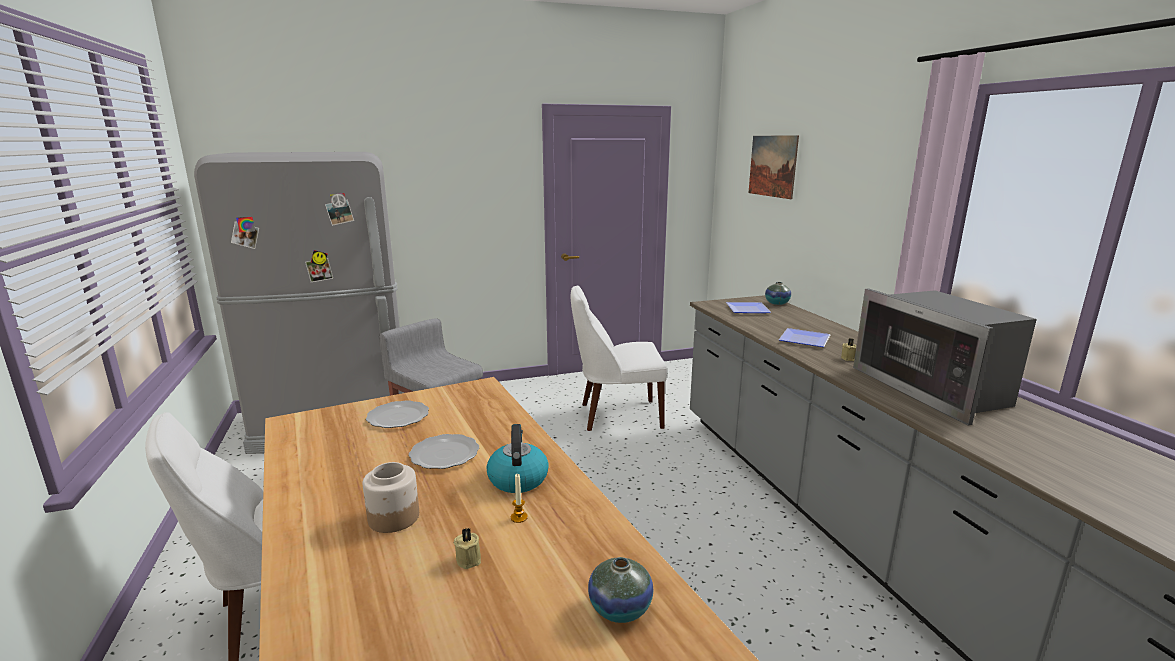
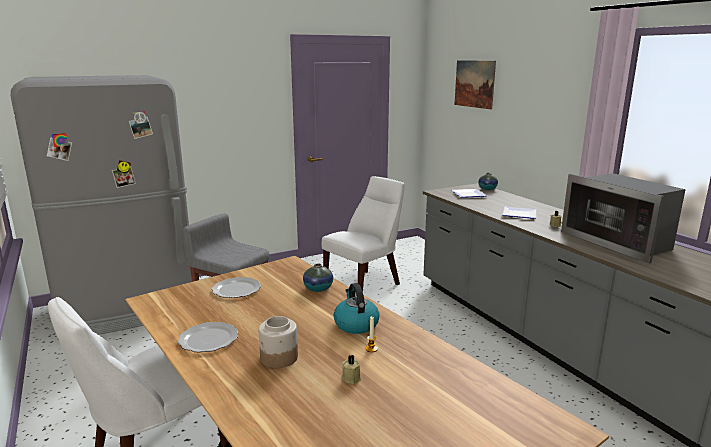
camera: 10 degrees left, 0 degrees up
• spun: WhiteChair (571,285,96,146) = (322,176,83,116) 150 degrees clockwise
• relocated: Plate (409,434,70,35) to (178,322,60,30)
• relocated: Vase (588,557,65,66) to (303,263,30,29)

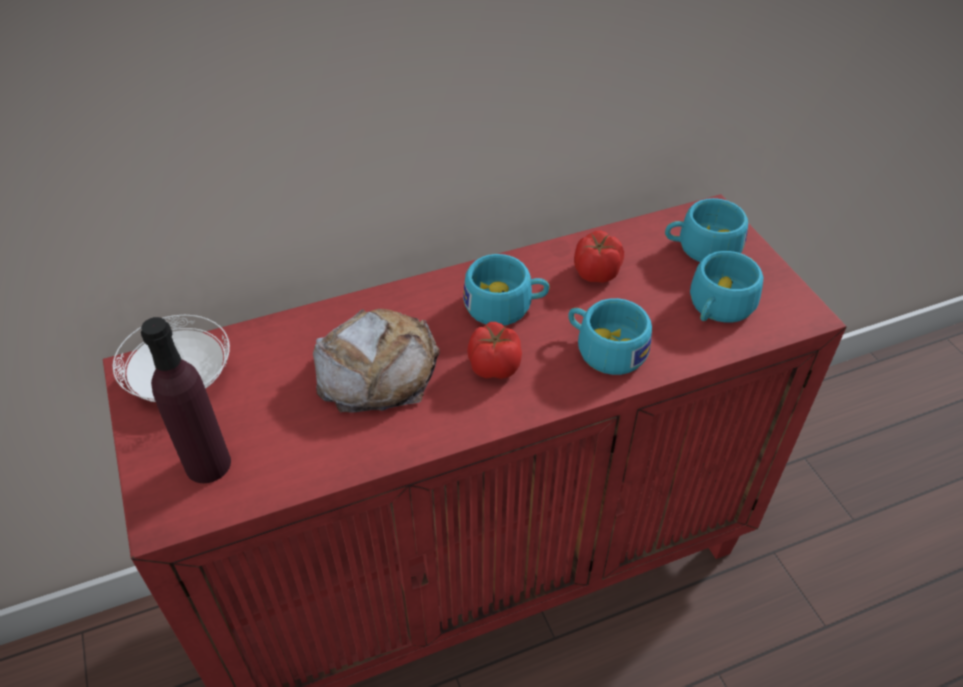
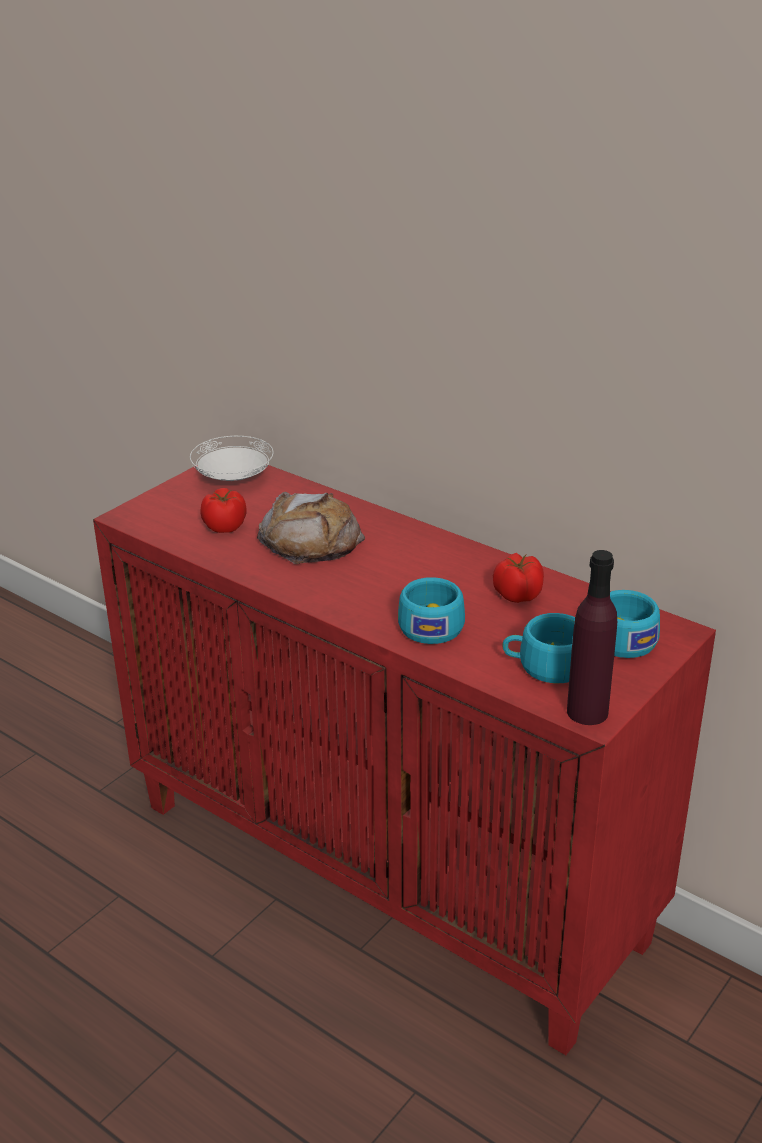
camera: 60 degrees right, 15 degrees down
• missing: TurquoiseCup (463,254,86,72)
• relocated: PurpleBottle (141,317,90,166) to (567,550,50,175)
• relocated: Tomato (467,322,55,57) to (200,488,46,45)

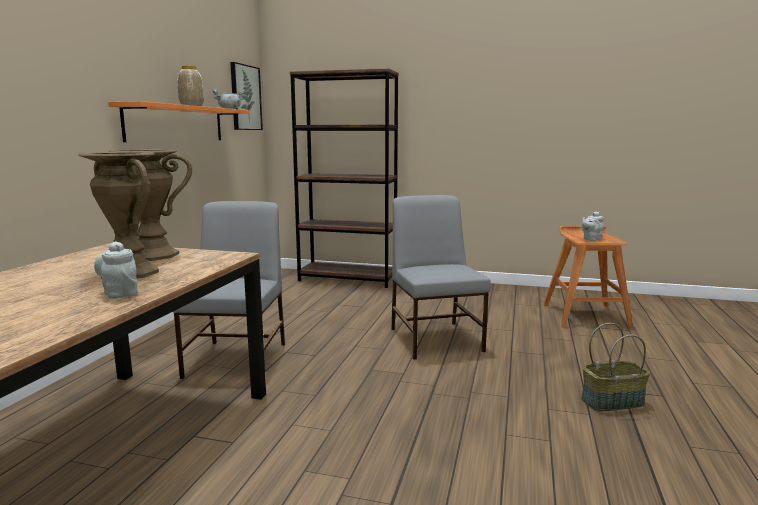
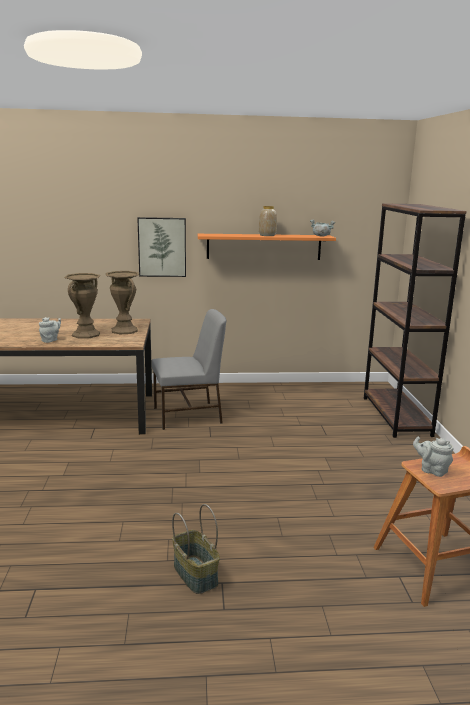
camera: 70 degrees right, 5 degrees up
• relocated: Picture (230,62,33,68) to (137,217,49,60)
• missing: GreyChair (391,195,100,164)

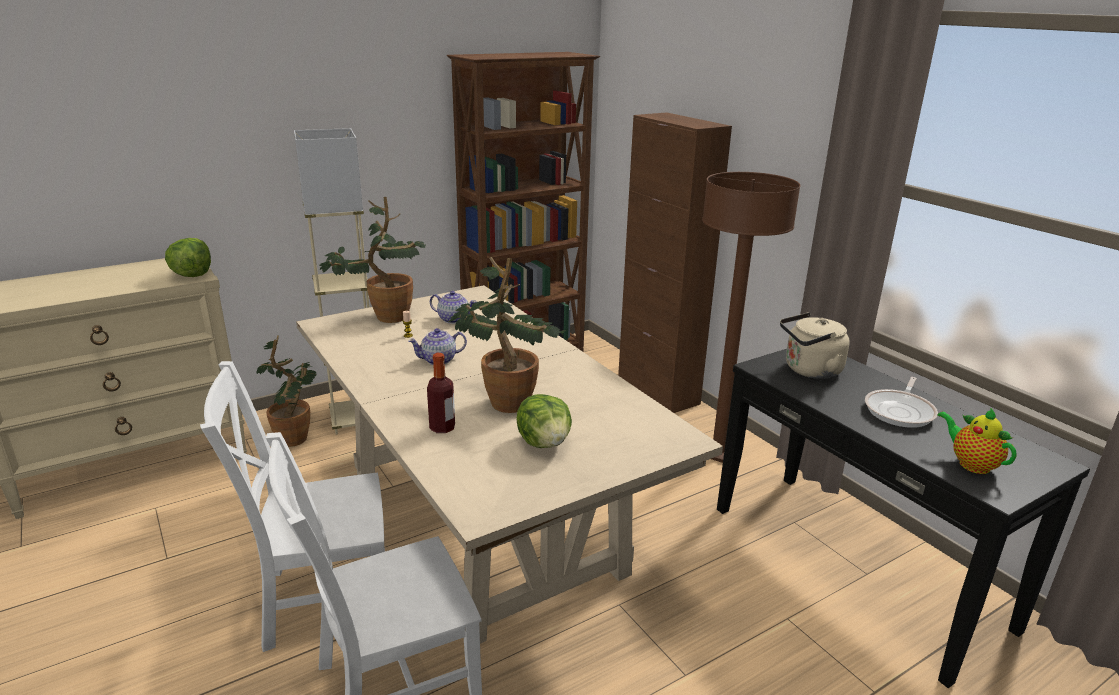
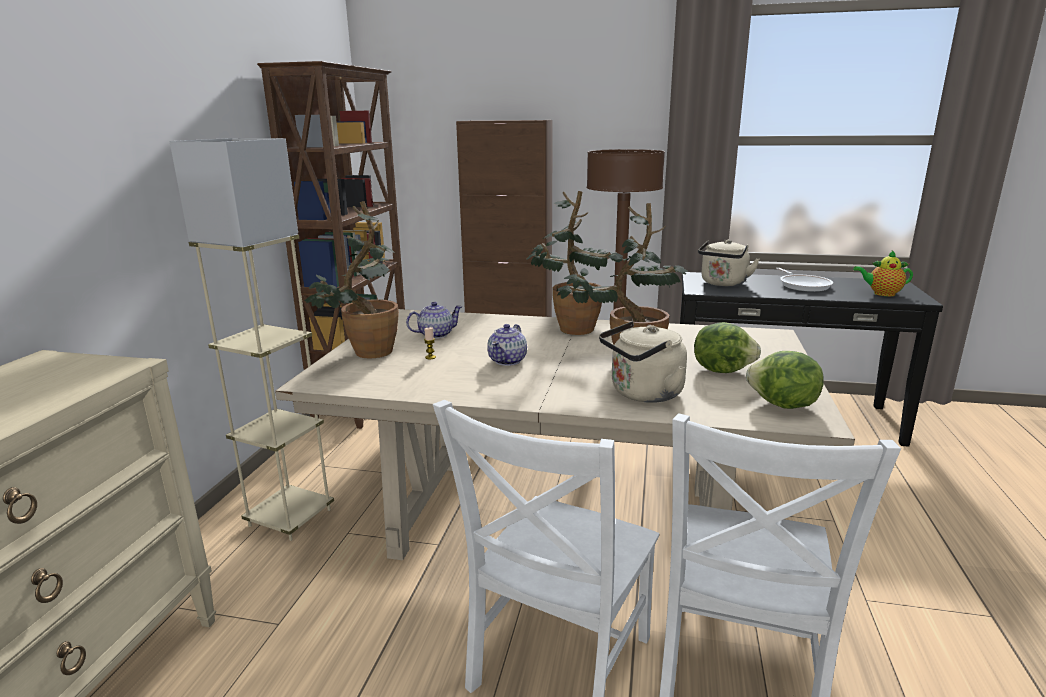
camera: 45 degrees left, 5 degrees down
• relocated: Lettuce (165,238,46,39) to (746,351,78,58)
• relocated: PottedPlant (256,335,61,112) to (527,191,103,144)
• exchanged: Bottle (427,353,28,80) to BeigeKettle (599,321,88,82)

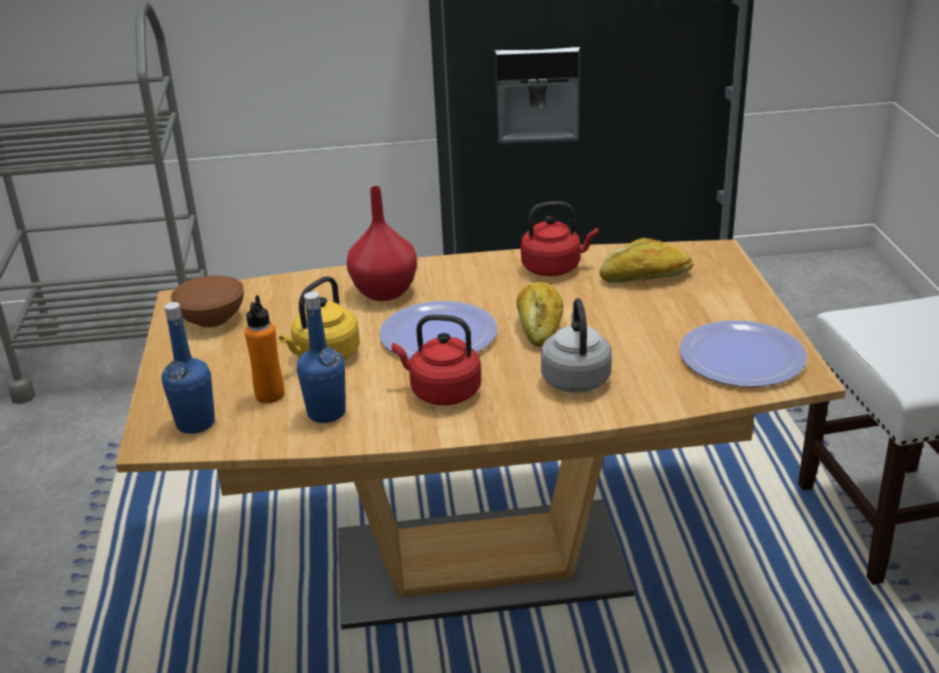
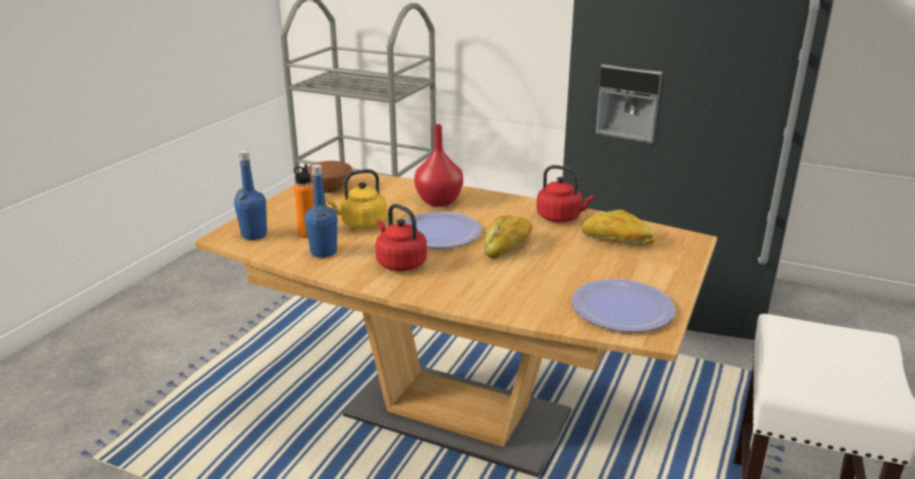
camera: 30 degrees right, 5 degrees down
• missing: GreyKettle (541,298,71,95)

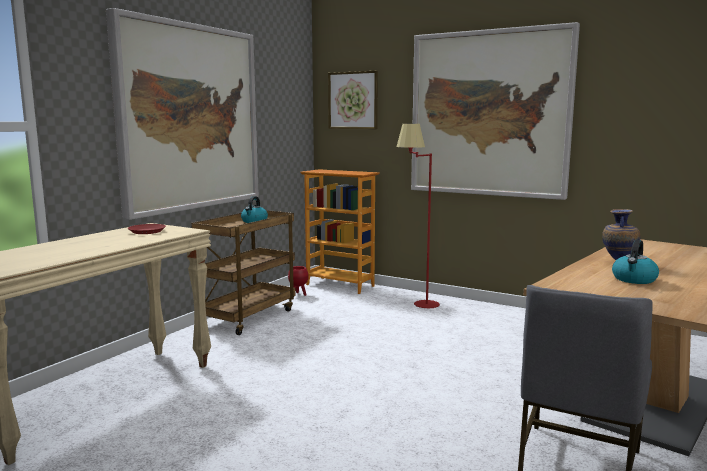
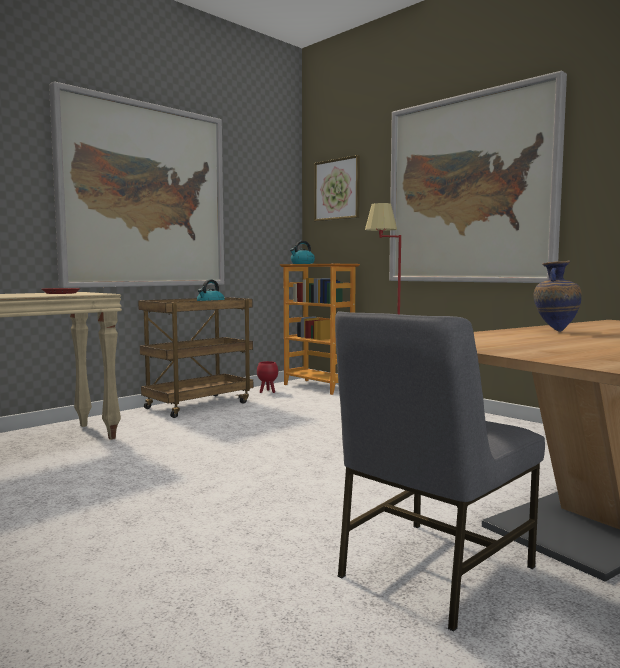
camera: 15 degrees right, 5 degrees down
• relocated: Kettle (612,240,47,44) to (290,241,25,23)

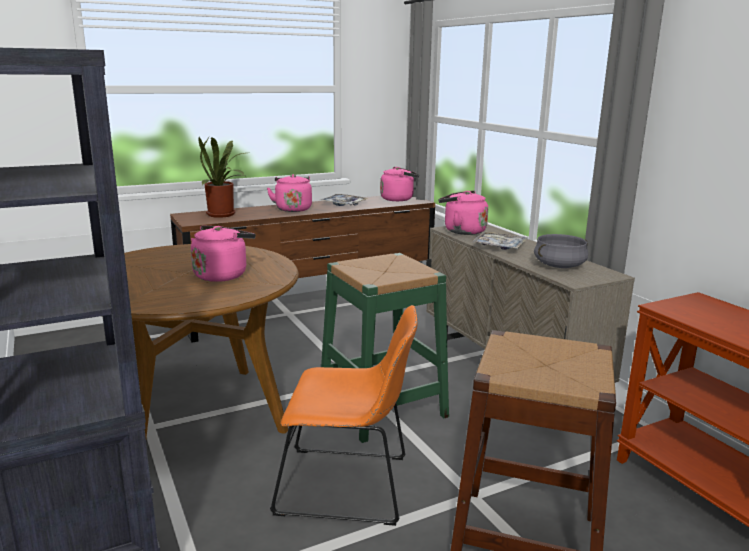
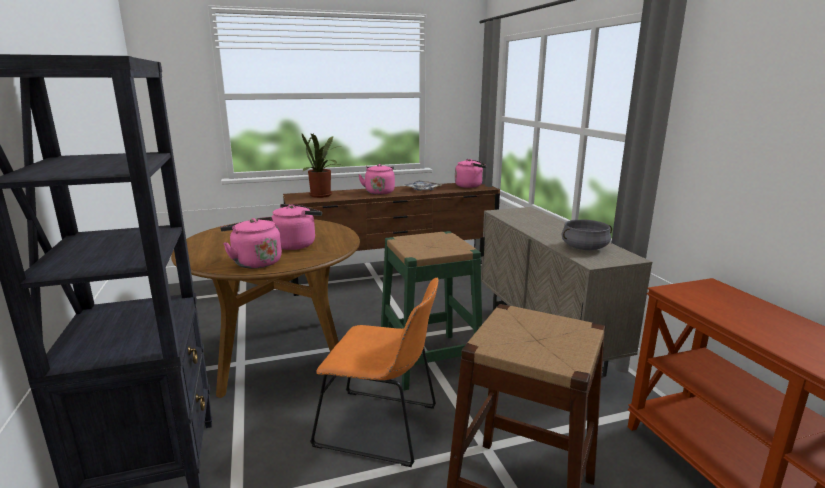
camera: 10 degrees right, 0 degrees up
• relocated: PinkKettle (438,190,50,45) to (220,217,62,52)
• missing: Tray (471,231,57,19)

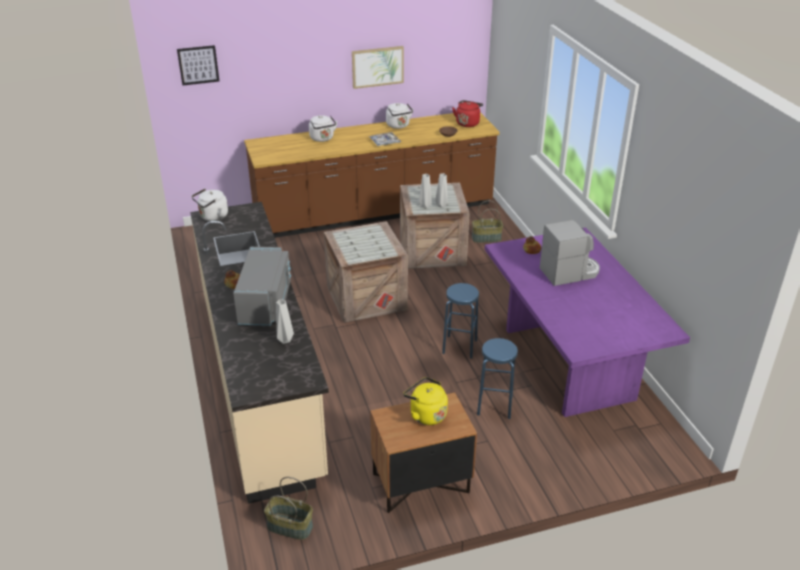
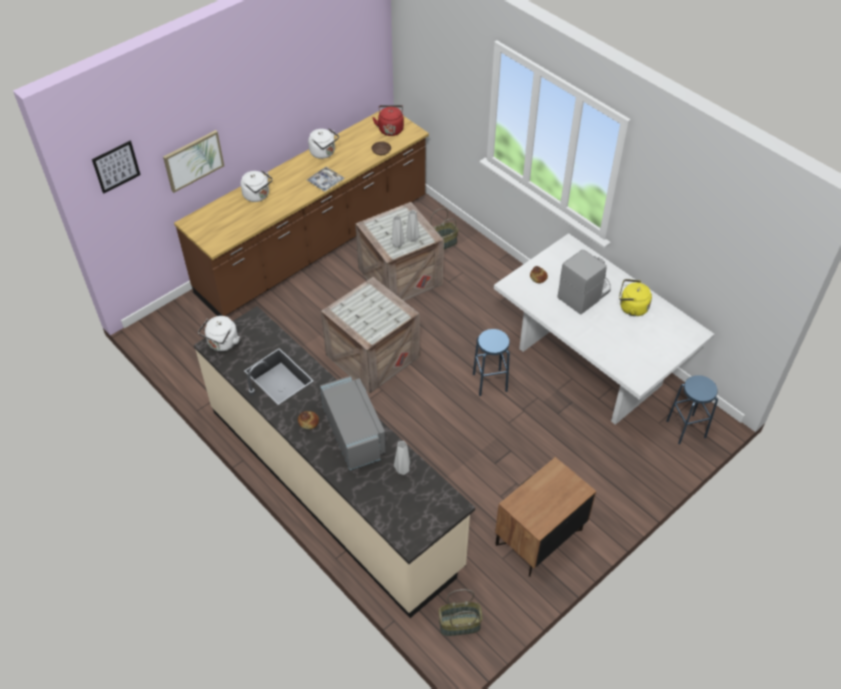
camera: 25 degrees left, 15 degrees up
• relocated: Picture (352,46,52,43) to (163,130,61,63)
• colour: PurpleDiningTable (485,228,205,189) to WhiteDiningTable (494,233,220,192)
• relocated: BlueStool (477,338,41,81) to (666,375,52,69)
• relocated: YellowKettle (403,377,45,48) to (619,279,33,37)

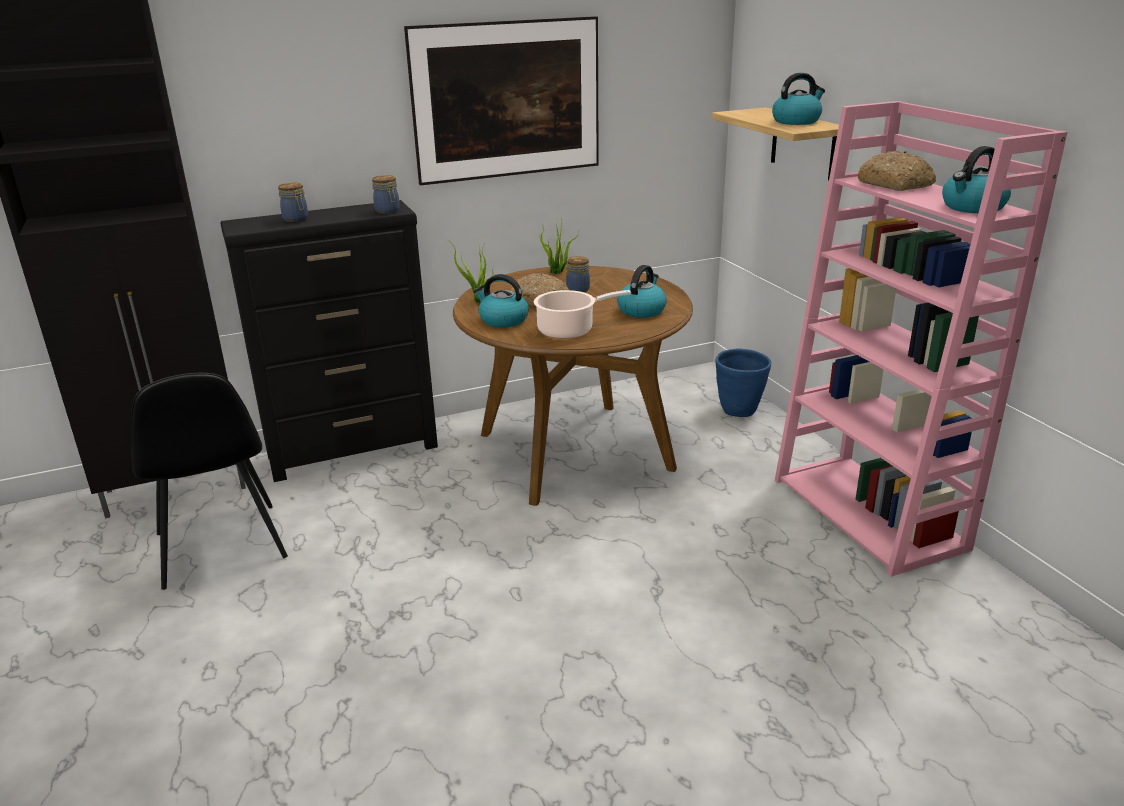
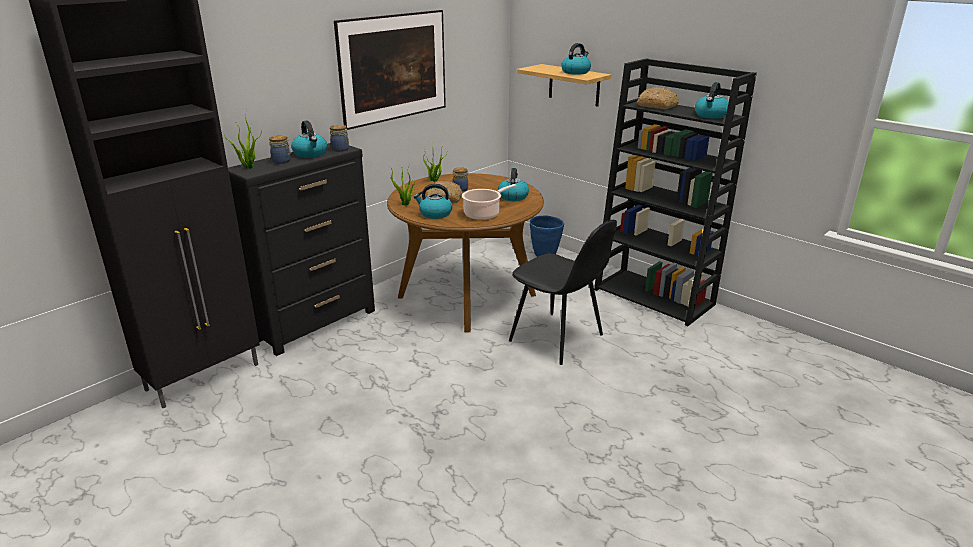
camera: 25 degrees left, 0 degrees up
• colour: PinkBookcase (775,101,292,476) to BlackBookcase (594,59,163,267)
• relocated: BlackChair (130,373,158,217) to (509,220,108,145)
• appeared: PottedPlant (223,110,38,59)
• appeared: Kettle (291,121,36,37)

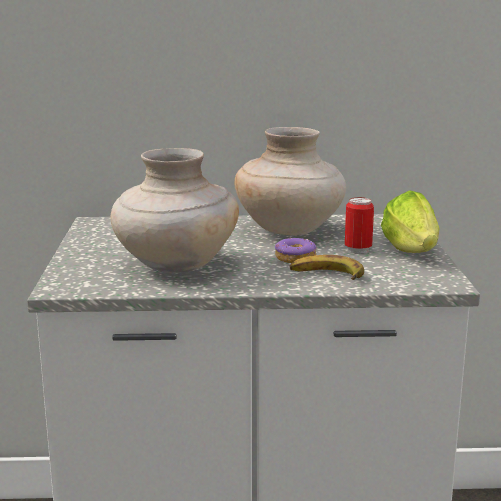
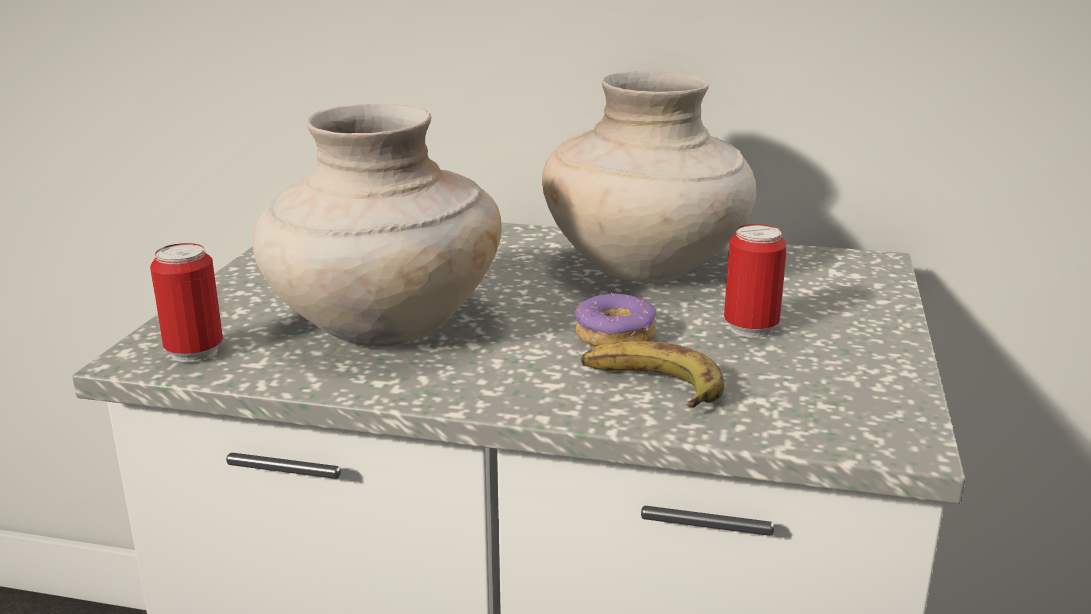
camera: 15 degrees right, 5 degrees up
• missing: Lettuce (381,190,58,63)
• appeared: Can (150,243,73,120)

